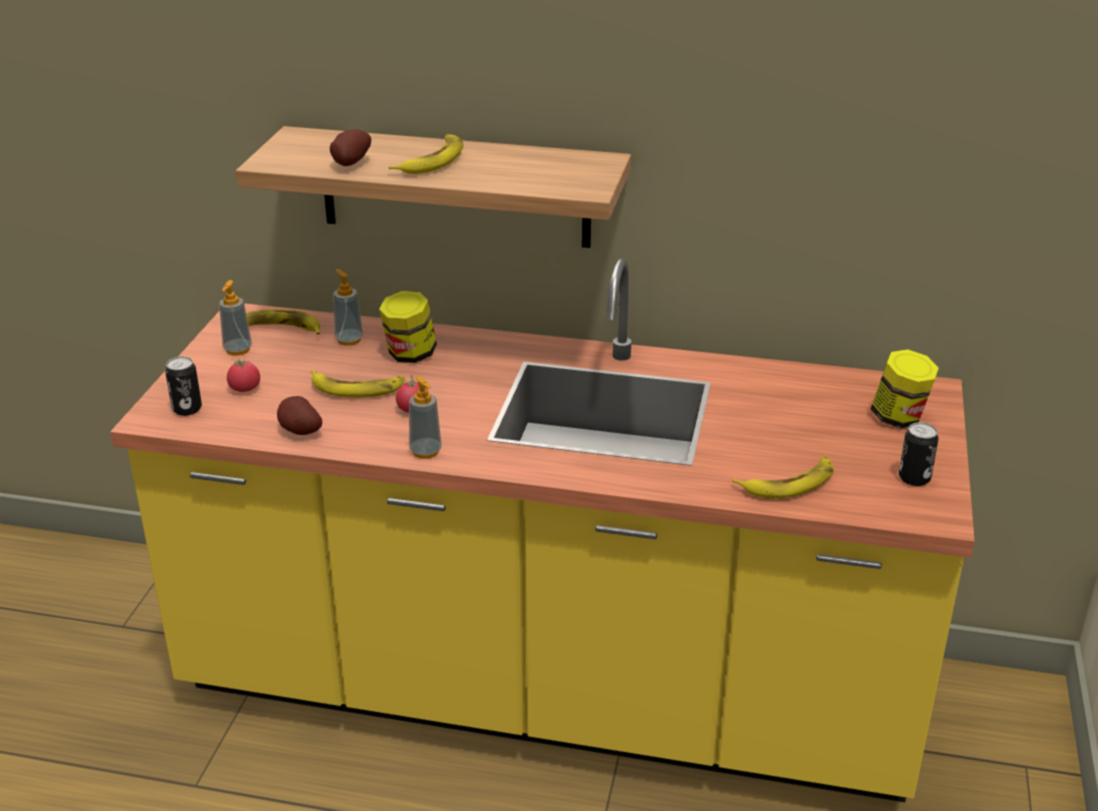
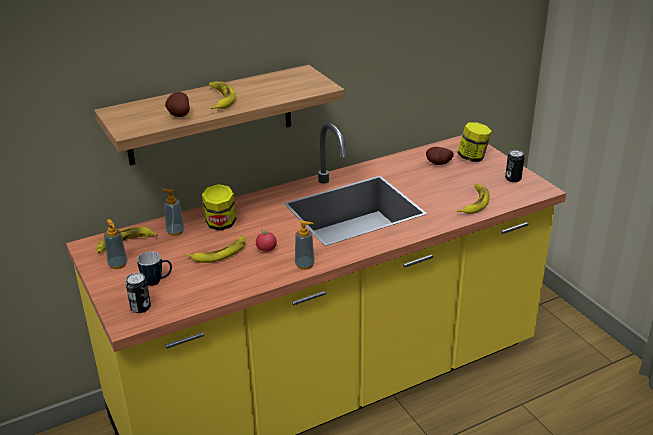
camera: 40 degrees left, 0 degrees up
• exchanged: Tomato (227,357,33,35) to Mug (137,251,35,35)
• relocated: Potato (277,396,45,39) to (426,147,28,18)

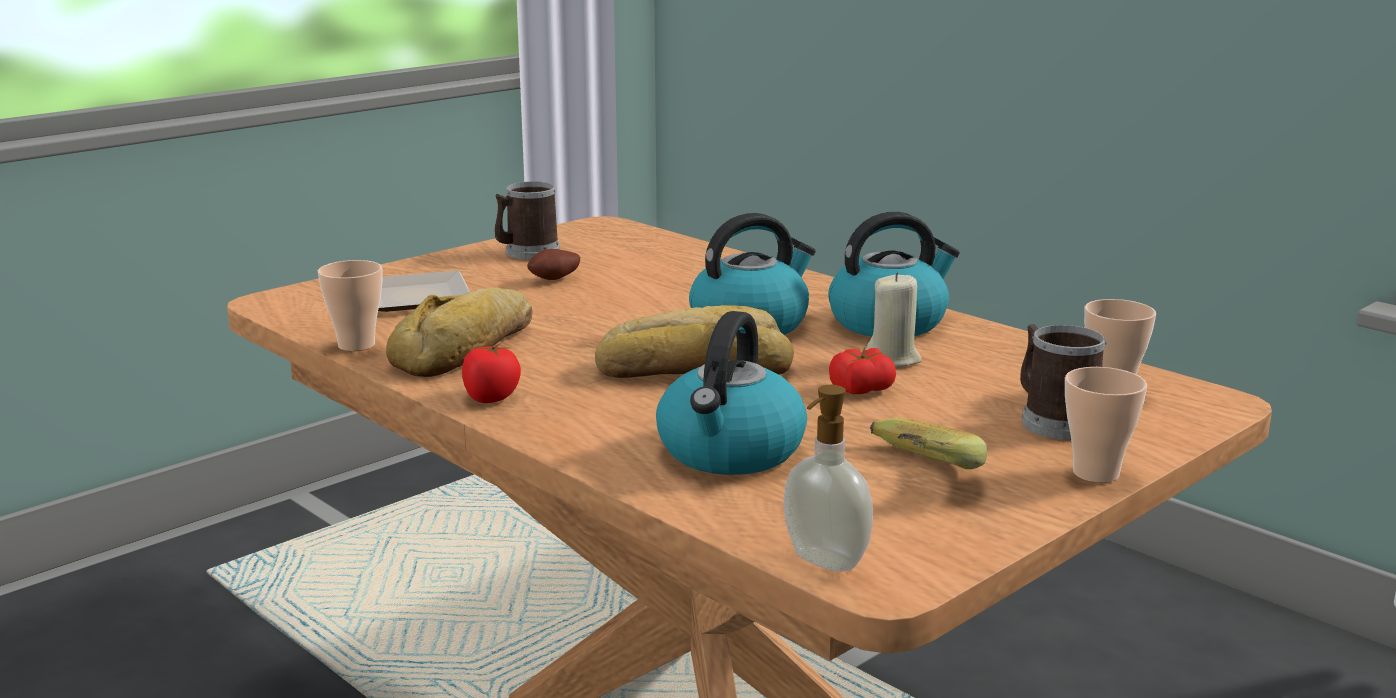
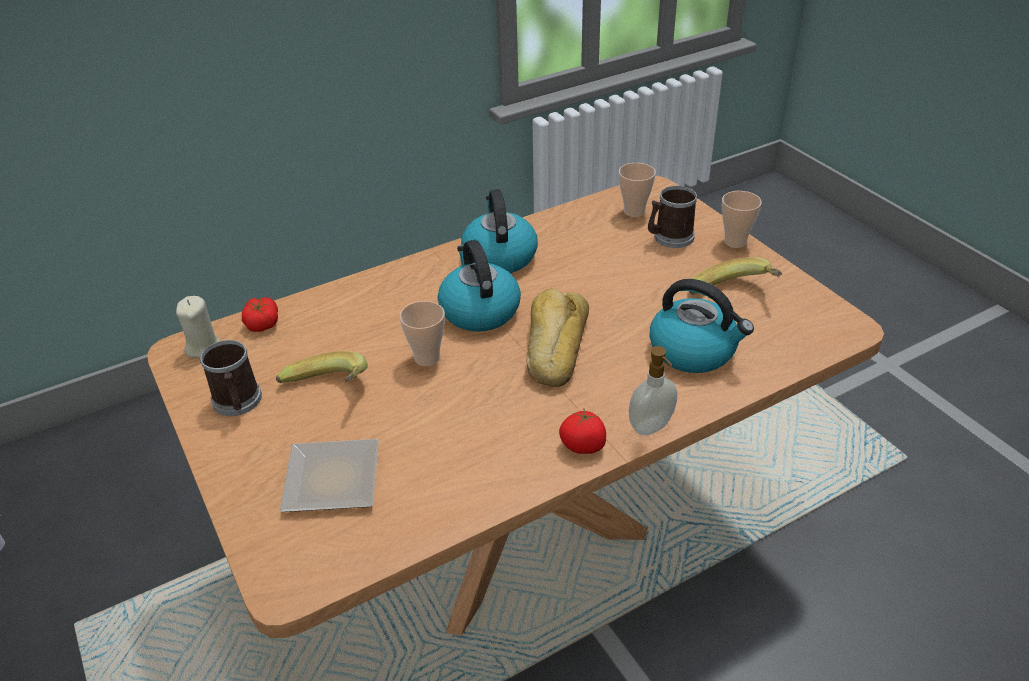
camera: 75 degrees left, 20 degrees up
• exchanged: Potato (527,249,53,31) to Banana (276,351,92,32)
• relocated: Cup (318,260,64,91) to (400,301,45,65)
• relocated: BeigeCandle (866,272,55,95) to (176,296,44,62)
• missing: Bread (386,288,147,89)
• relocated: Tomato (829,347,67,47) to (242,297,36,35)
• relocated: SoapDispenser (783,385,90,187) to (629,346,48,89)

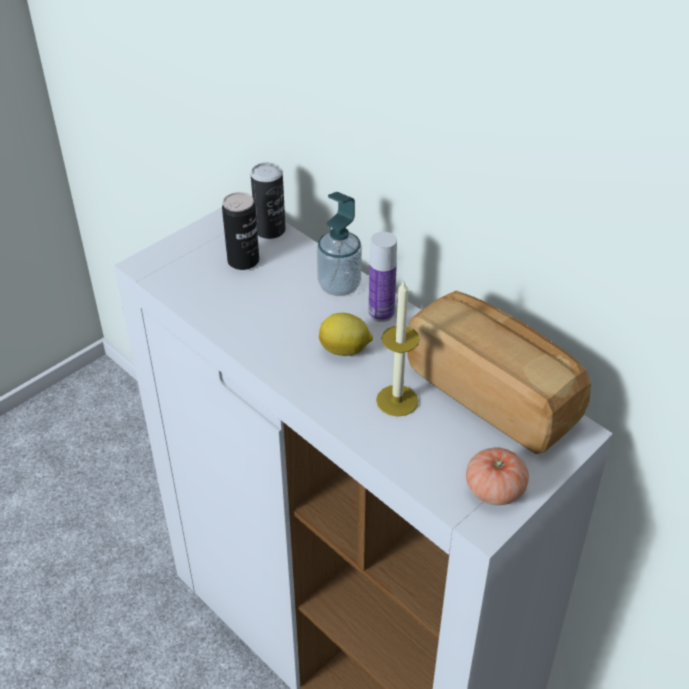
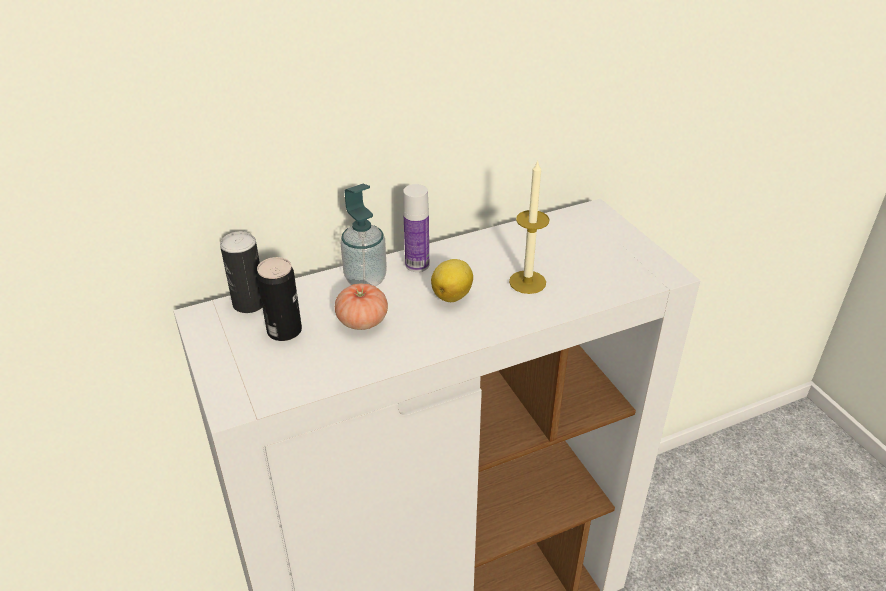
camera: 70 degrees left, 5 degrees down
• missing: Bread (407,291,184,163)
• relocated: Tomato (466,447,63,58) to (335,284,53,46)

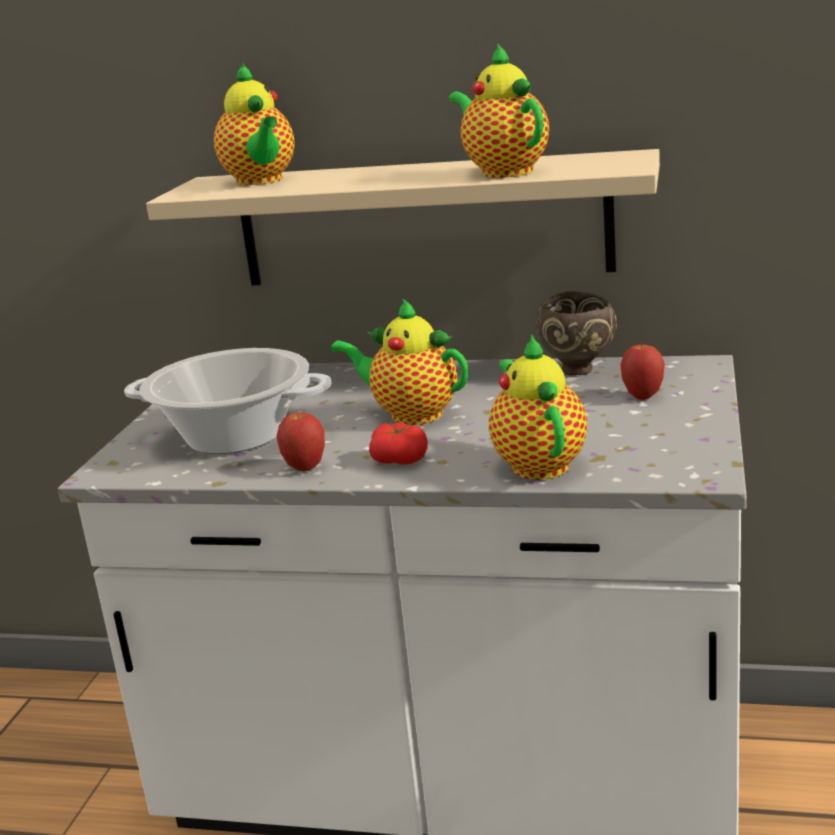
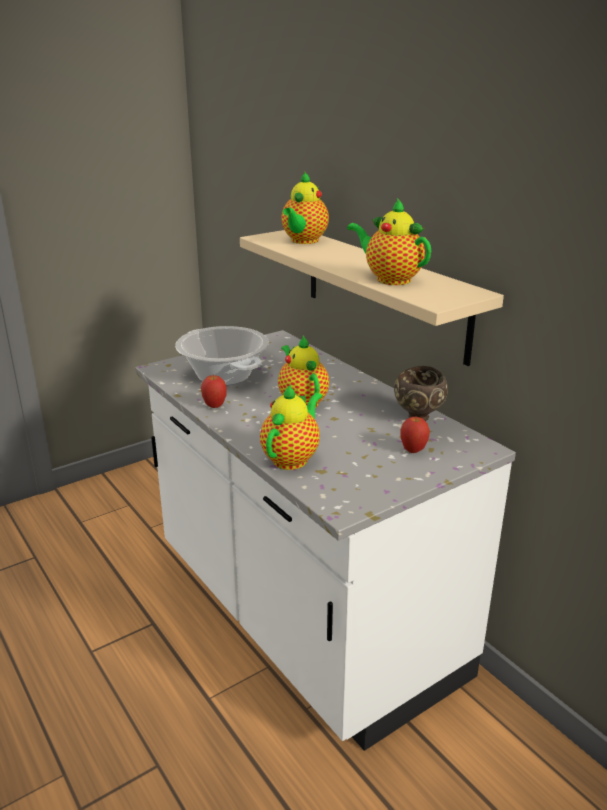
camera: 40 degrees right, 5 degrees up
• spun: Teapot (448,43,101,135) = (347,198,84,87) 60 degrees counterclockwise
• missing: Tomato (369,422,59,43)

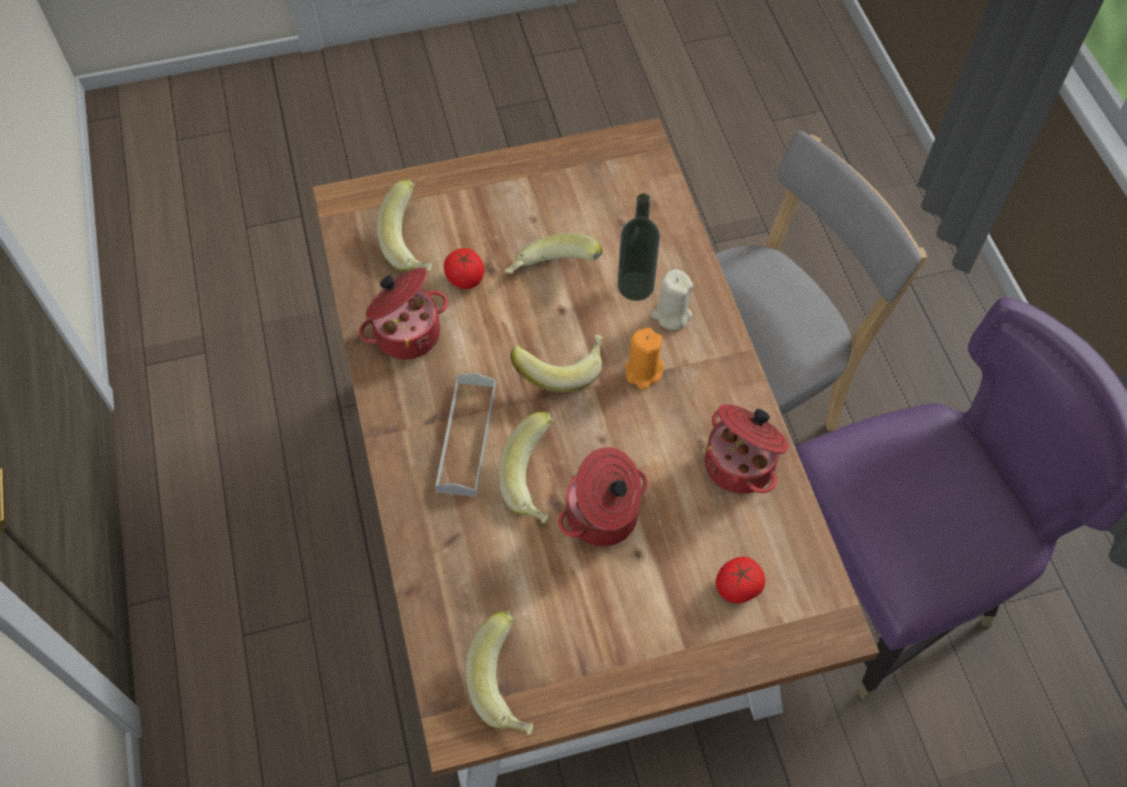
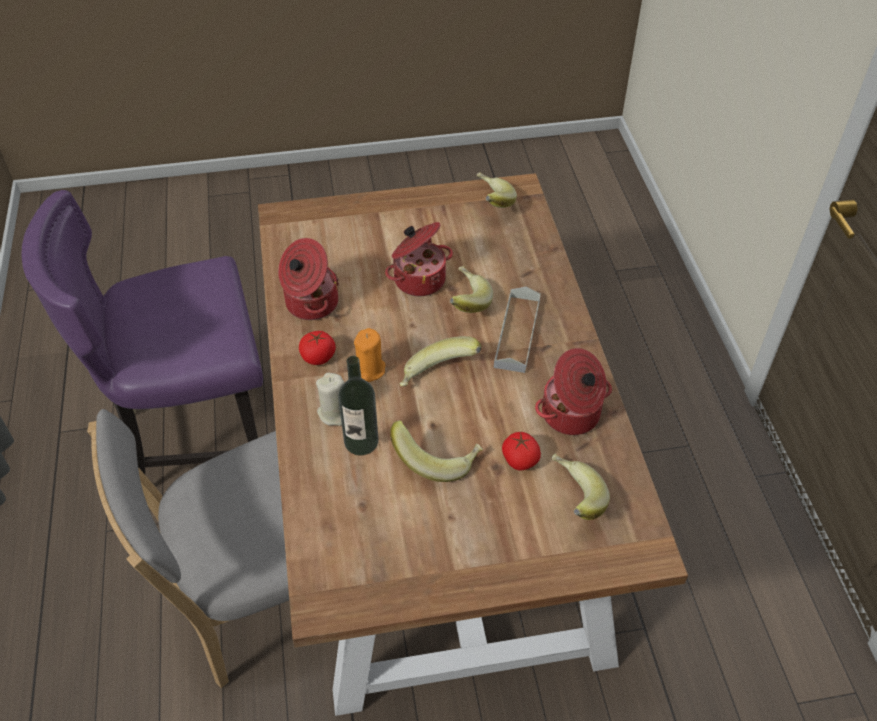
camera: 175 degrees left, 10 degrees down
• relocated: Tomato (716,557,49,46) to (299,331,37,34)

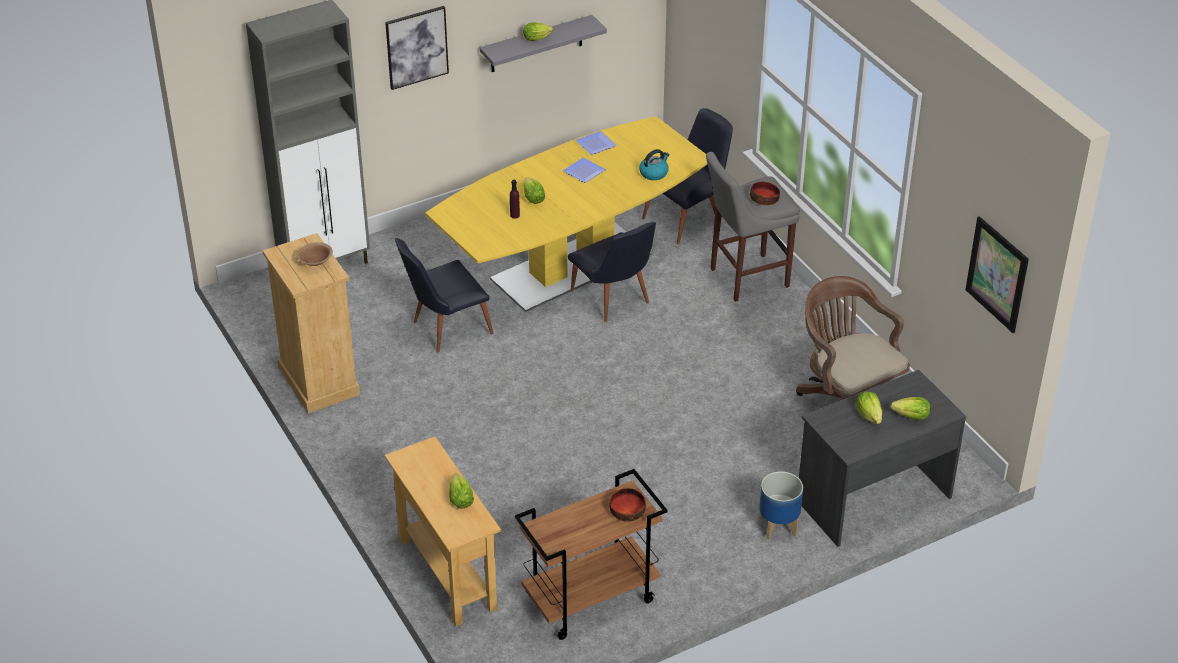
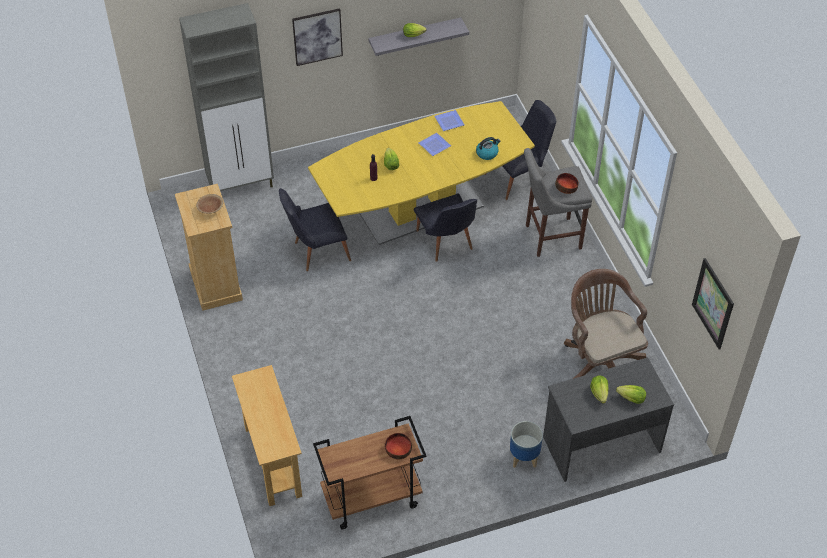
camera: 10 degrees right, 10 degrees up
• missing: Lettuce (449,474,25,35)

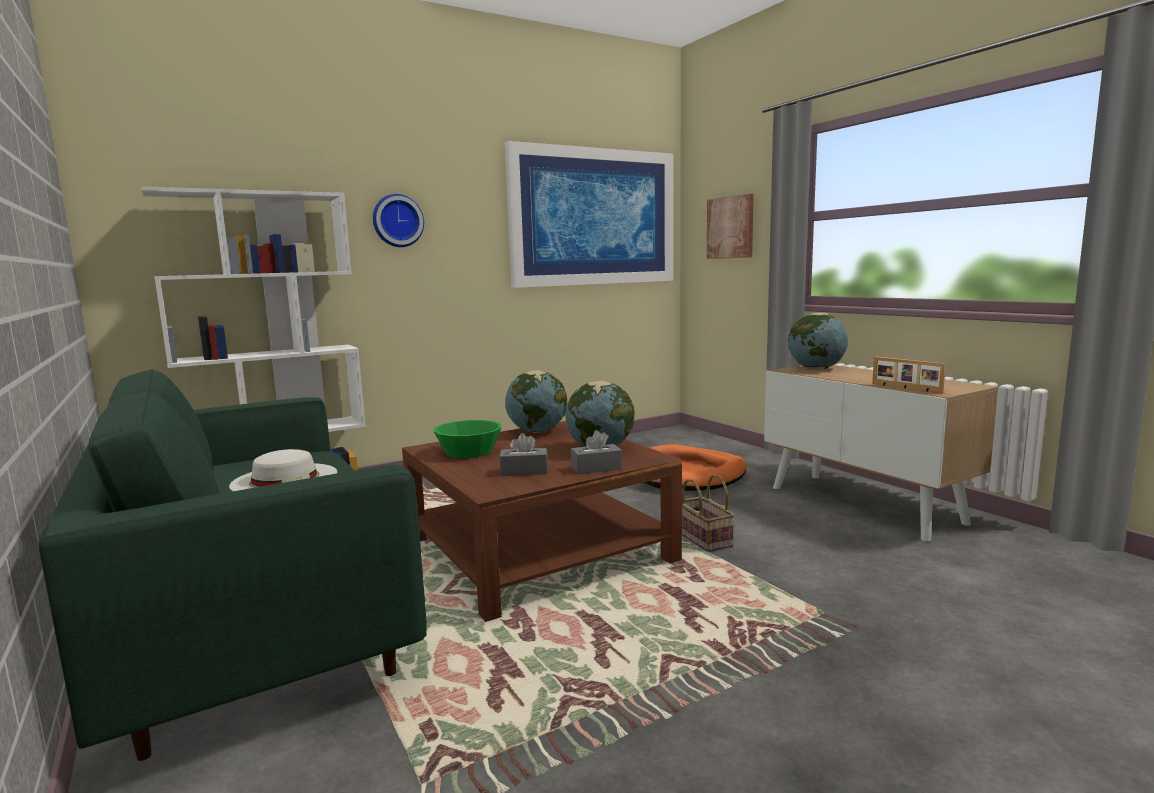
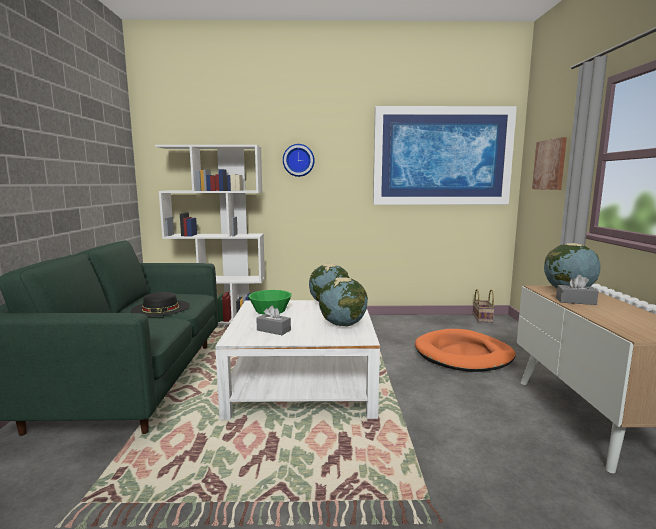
camera: 30 degrees right, 0 degrees up
• missing: PictureFrame (872,357,74,36)
• colour: BrownCoffeeTable (402,421,280,201) to WhiteCoffeeTable (215,300,165,120)
• relocated: GreyTissueBox (571,430,51,44) to (556,275,43,30)
• colour: WhiteHat (229,449,108,42) to BlackHat (131,292,59,24)
• relocated: Basket (682,474,53,78) to (473,289,22,34)

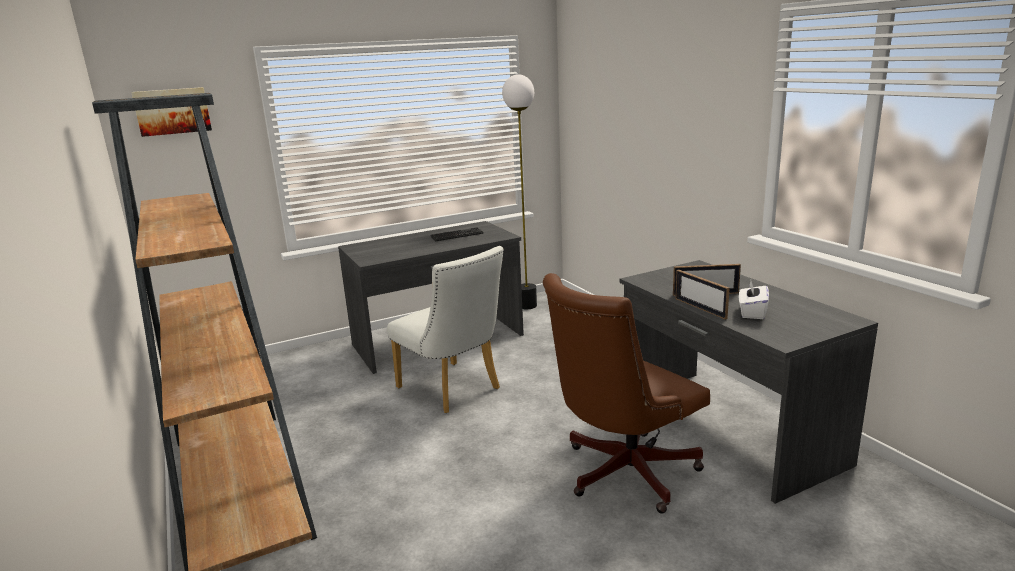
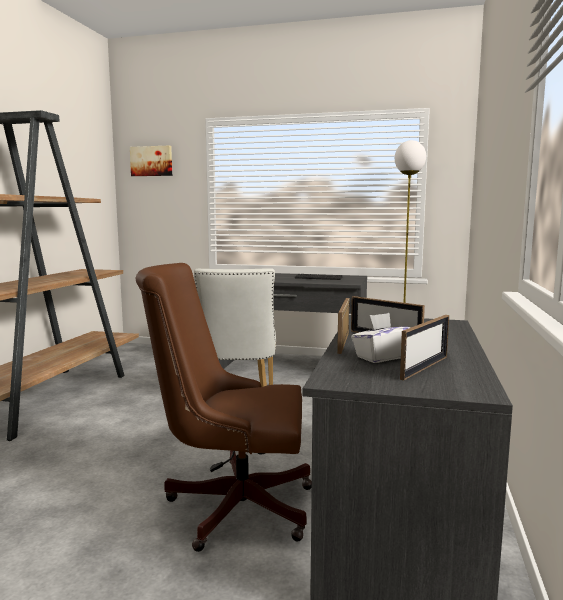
camera: 40 degrees right, 10 degrees down
• appeared: PictureFrame (400,315,49,65)

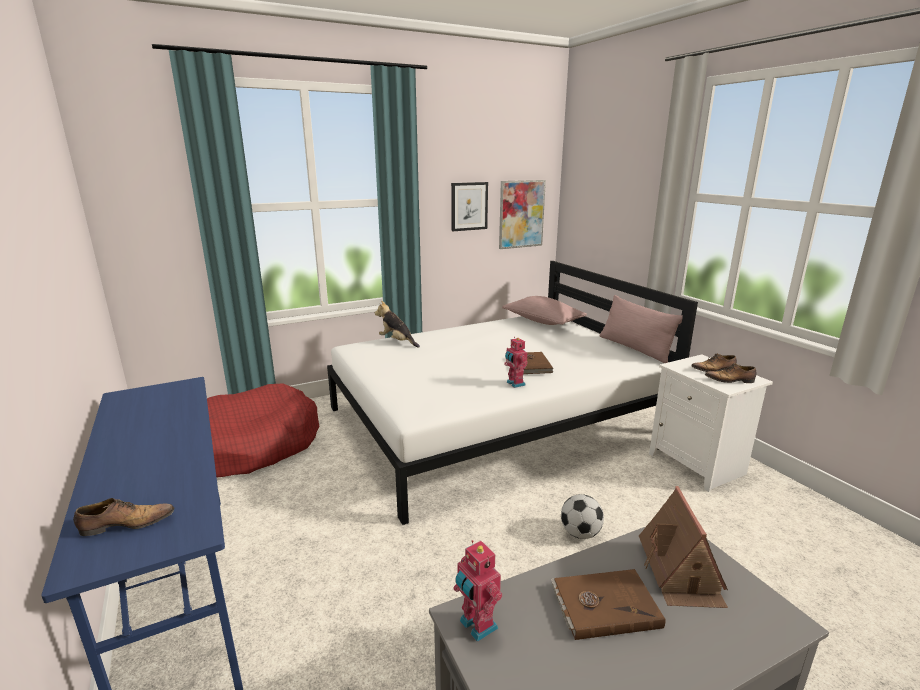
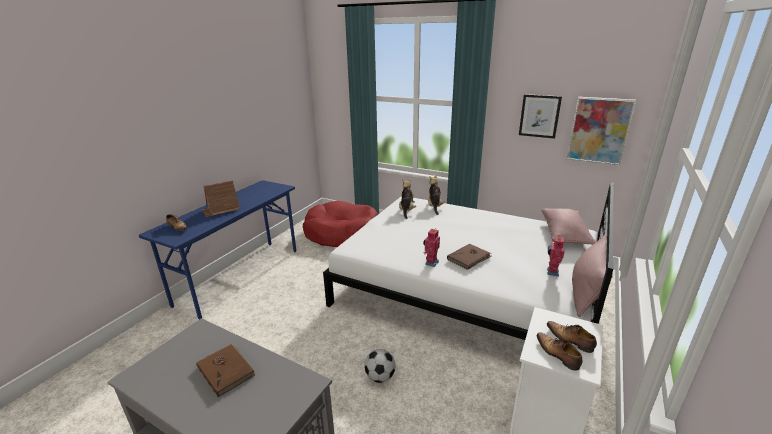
camera: 55 degrees right, 5 degrees up
• relocated: ToyHouse (639,486,89,122) to (202,180,38,37)
• relocated: ToyRobot (454,540,48,102) to (547,235,18,42)
• appeared: PlushToy (399,178,17,41)

